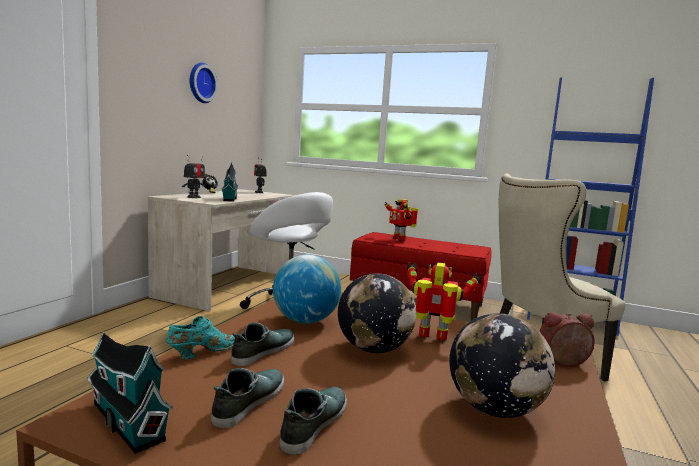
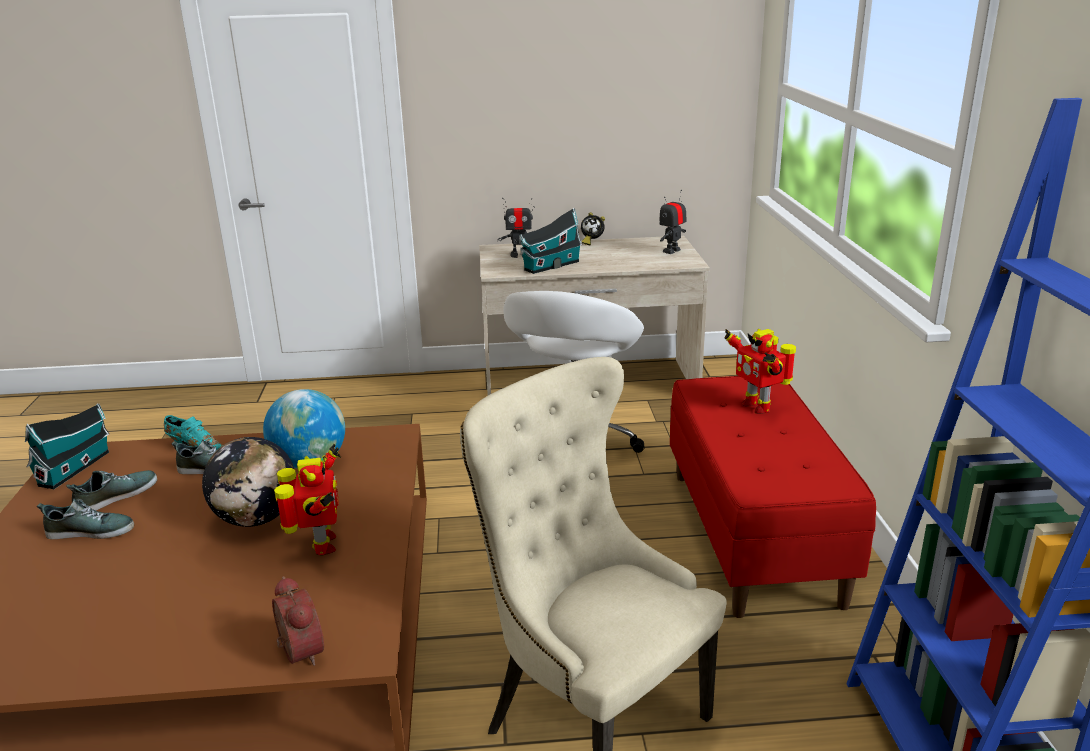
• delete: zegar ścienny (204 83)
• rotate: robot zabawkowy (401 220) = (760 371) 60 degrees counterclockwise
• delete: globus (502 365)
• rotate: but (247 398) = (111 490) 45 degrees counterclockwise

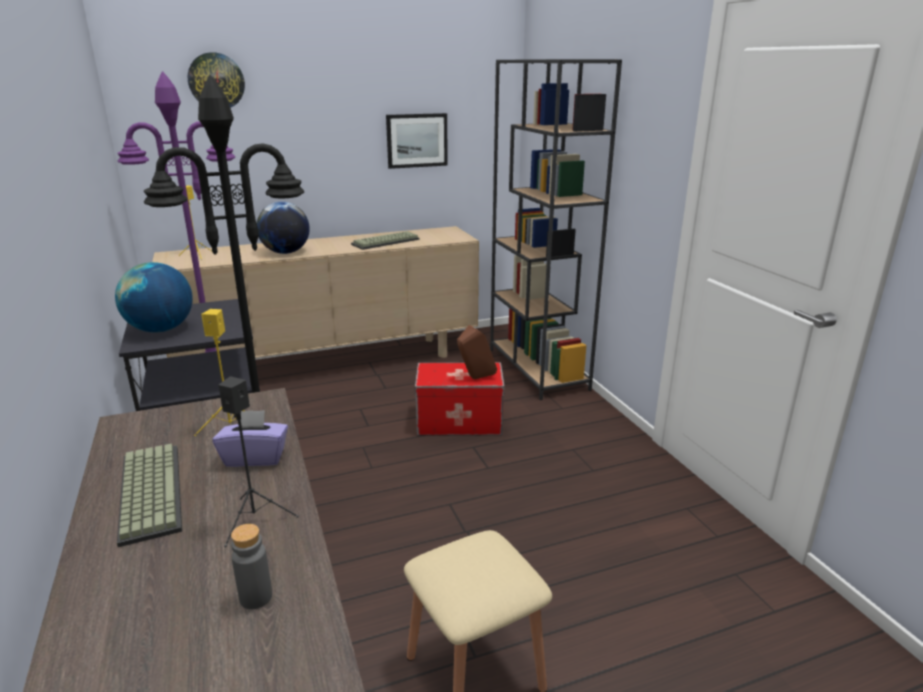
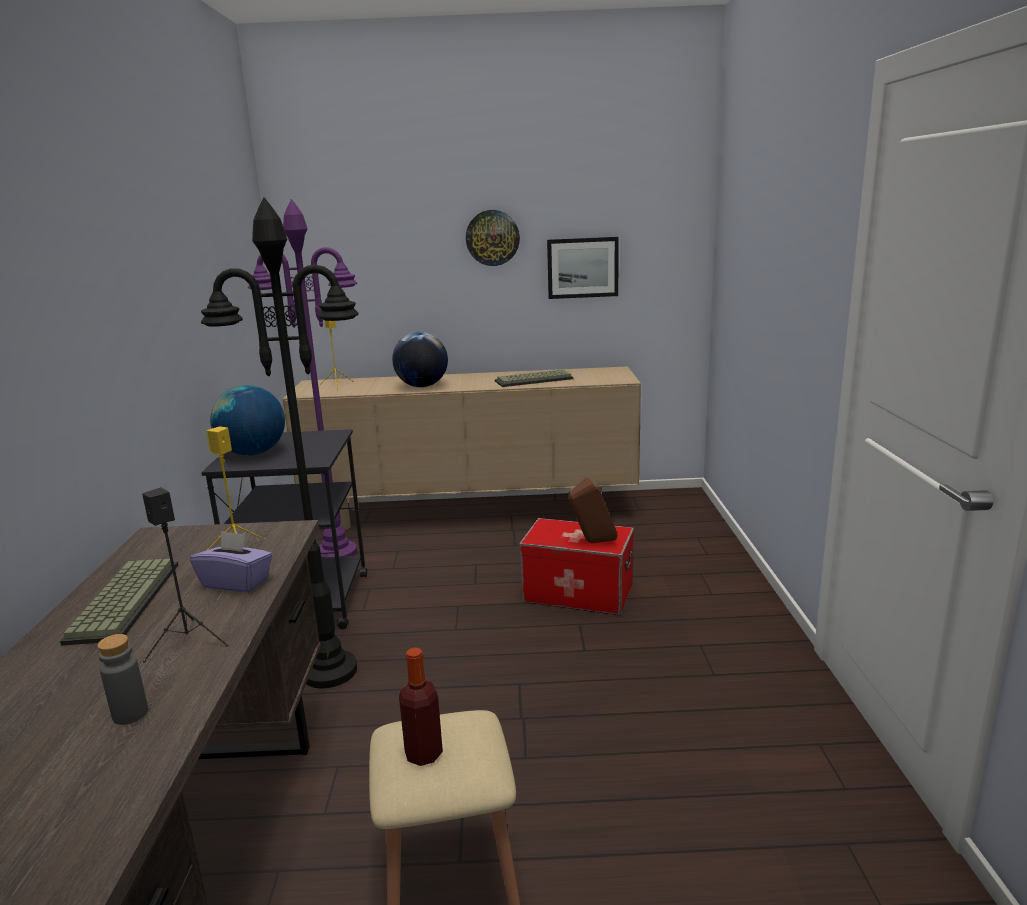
• move: zegar ścienny (216 80) to (493 238)
• delete: regał (556 229)
• insert: butelka (421 706)

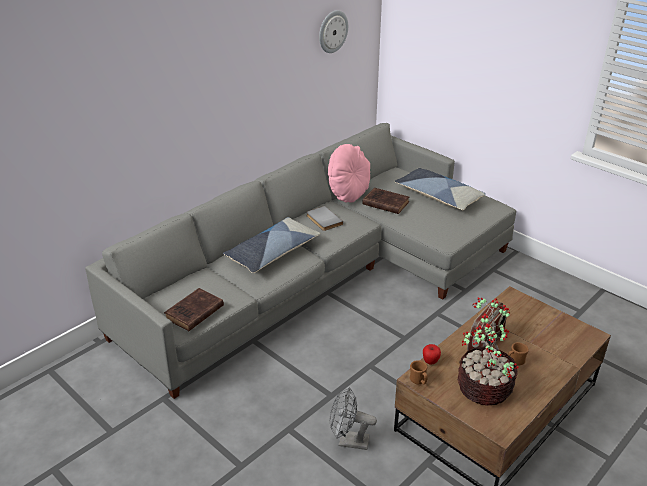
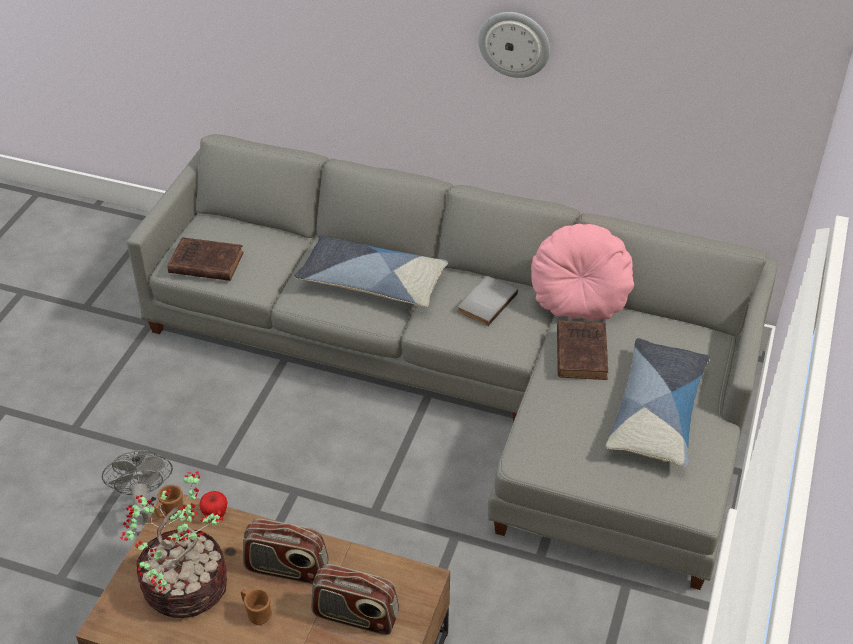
• move: zegar ścienny (333 31) to (514 45)
• insert: radio (355 599)

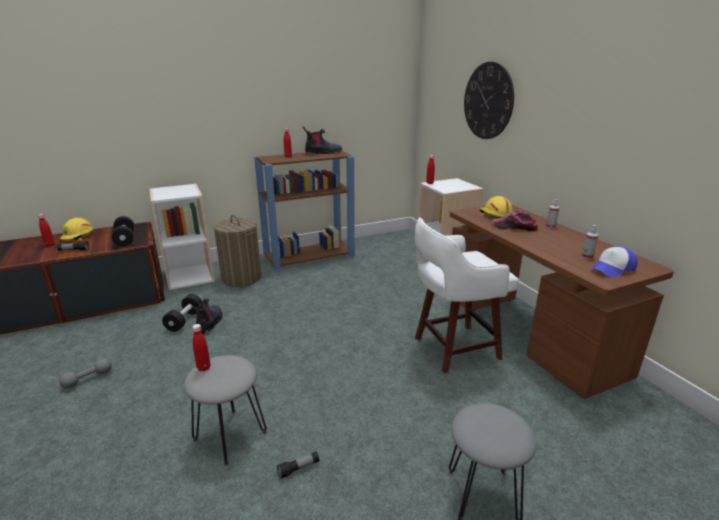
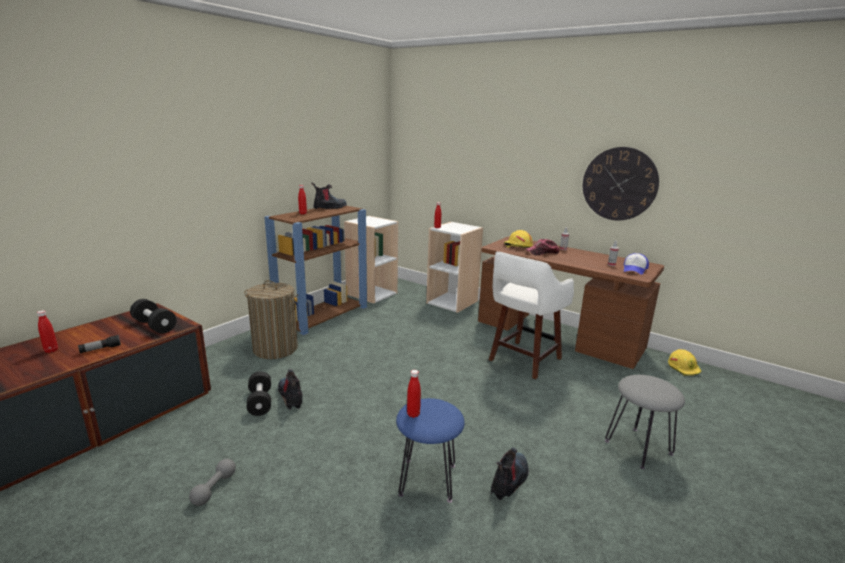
• move: zegar ścienny (489 100) to (621 184)
• move: regał (182 237) to (371 260)
• move: kask (żółty) (77 229) to (685 362)
• recolor: stołek (szary) (225 410) to stołek (niebieski) (430 450)
• replace: latarka (298 465) to but z cholewką (510 473)

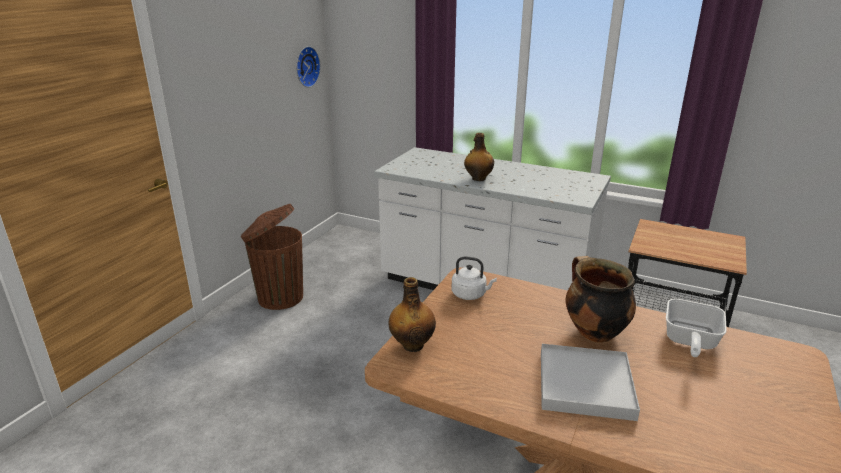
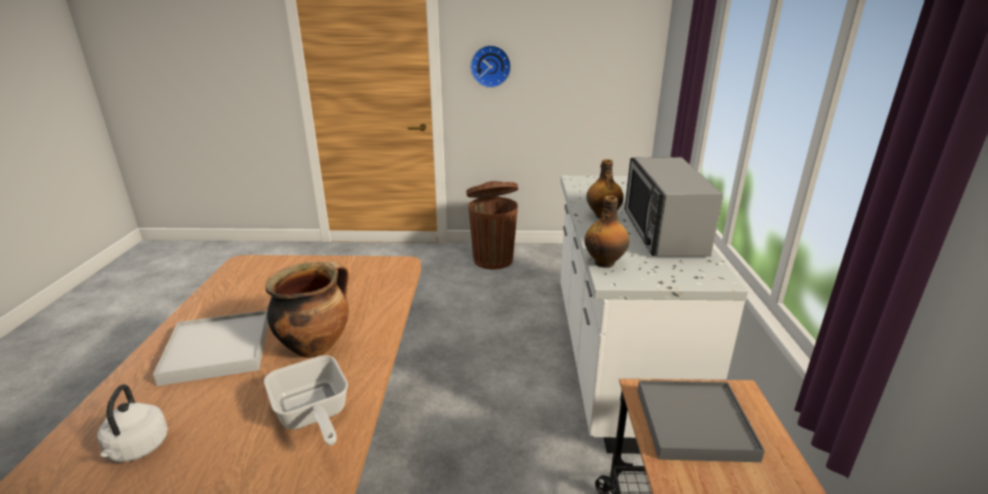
• move: zegar ścienny (308 67) to (490 66)
• move: czajnik (biały) (474 278) to (132 423)
• move: butelka (412 314) to (607 231)
• rotate: patelnia (696 328) = (306 400) 120 degrees counterclockwise
• insert: mikrofalówka (673 206)
• insert: taca (szary) (701 421)

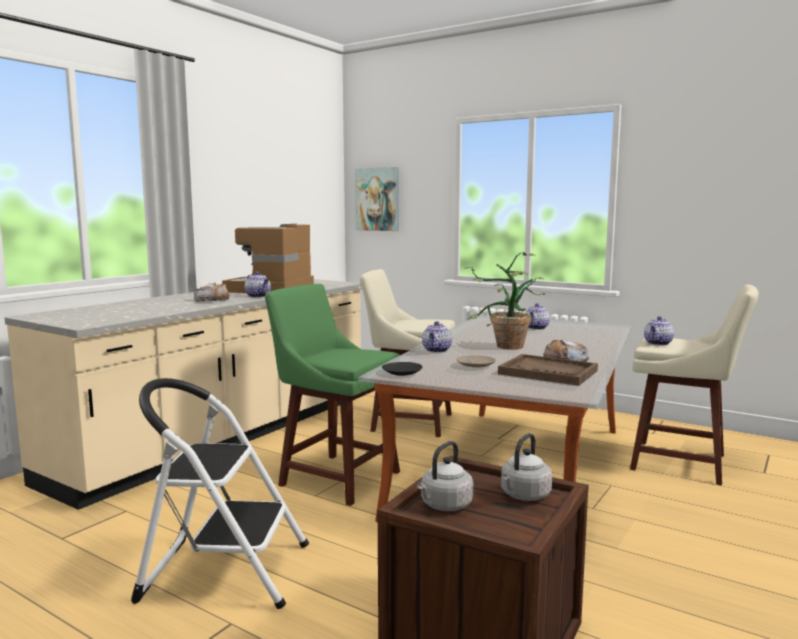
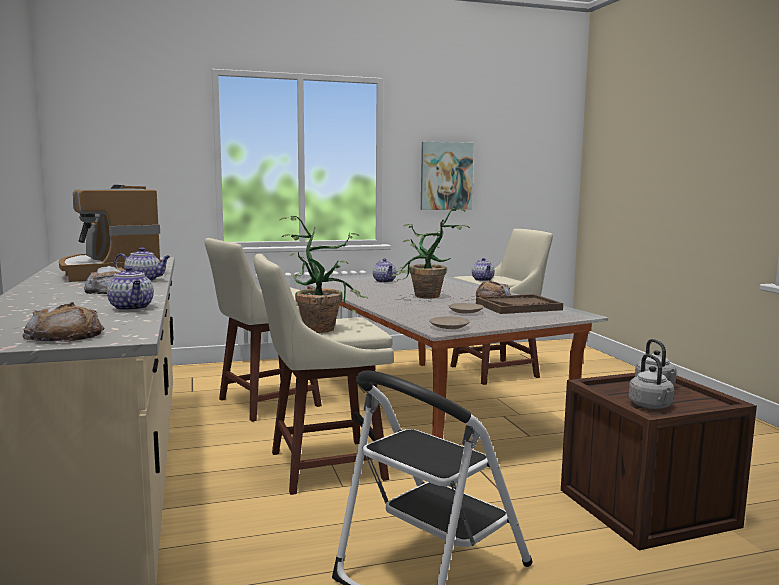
• move: obraz (377 199) to (447 176)
• recolor: stołek (zielony) (332 395) to stołek (beżowy) (324 374)
• move: imbryk (437 337) to (130 288)
• recolor: talerz (czarny) (402 369) to talerz (beżowy) (449 322)
• insert: roślina doniczkowa (323 274)
• insert: chleb (63 322)

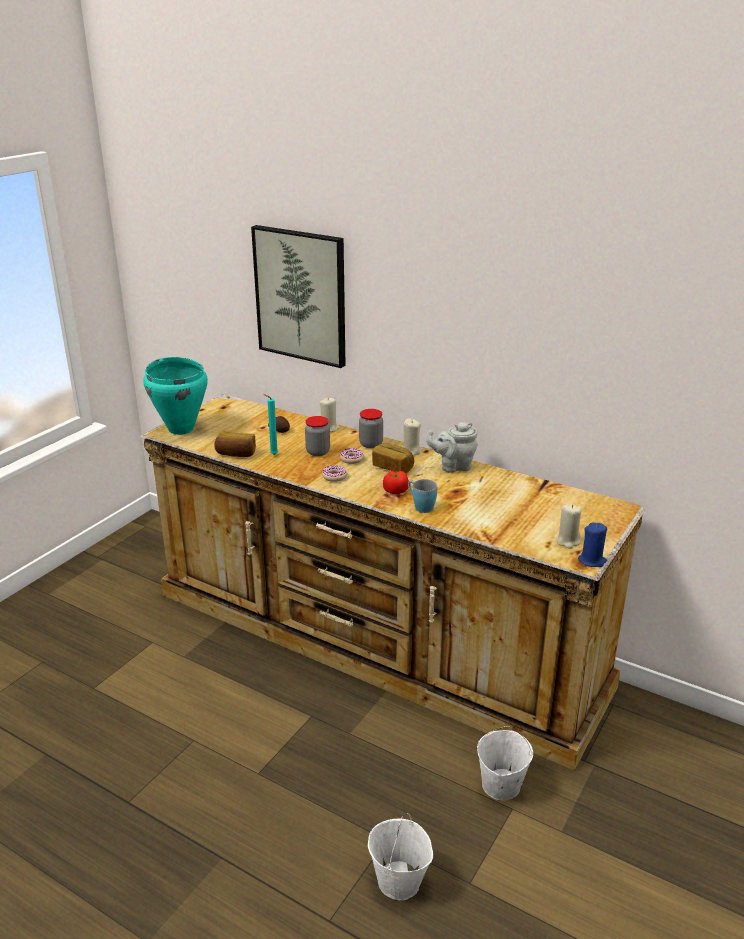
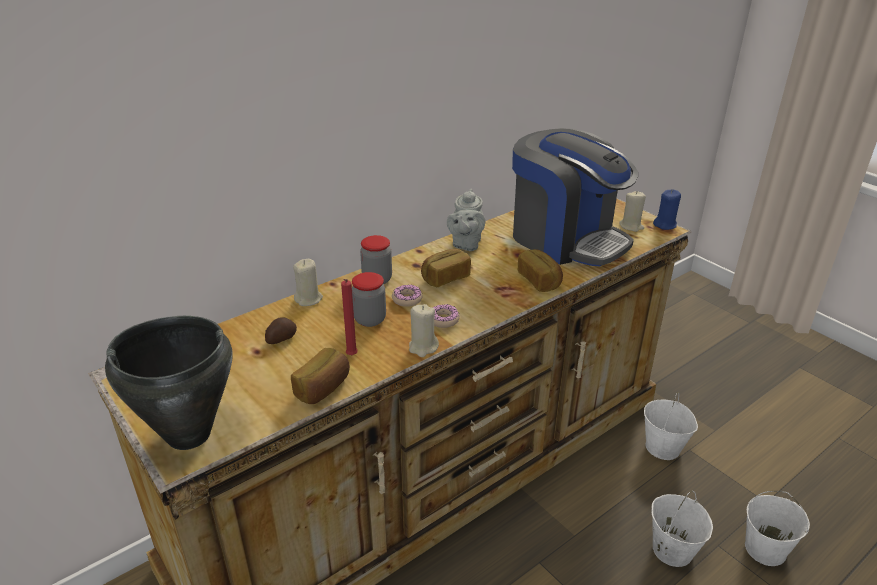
• delete: obraz (298 296)
• recolor: garnek (turkusowy) (175 396) to garnek (czarny) (169 383)
• recolor: świeca (turkusowy) (270 424) to świeca (czerwony) (349 317)
• move: świeca (beżowy) (412 437) to (424 330)
• delete: pomidor (396 482)
• replace: kubek (niebieski) (422 496) to chleb (540 270)
• insert: ekspres do kawy (575 197)
• insert: wiadro (biały) (682 529)

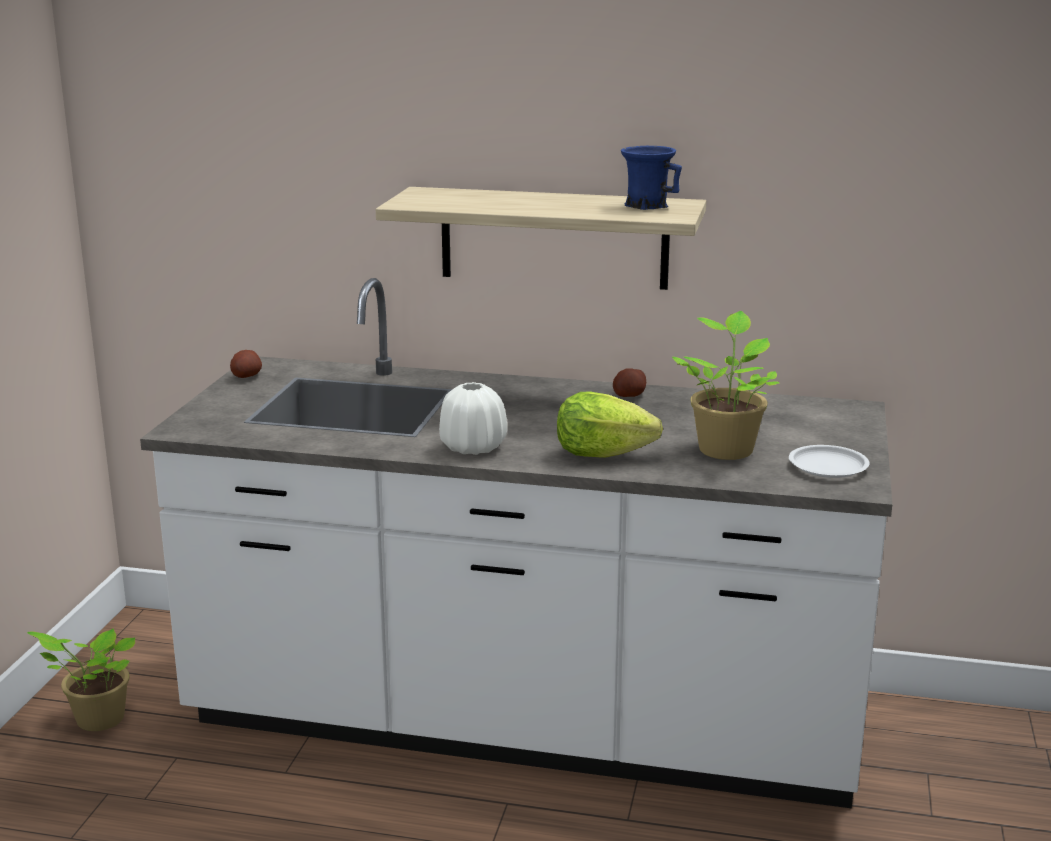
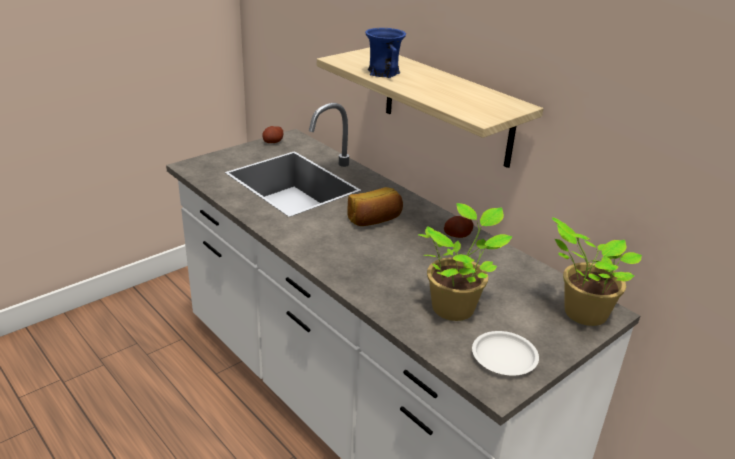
• move: kubek (niebieski) (651 178) to (385 53)
• delete: wazon (biały) (473 418)
• delete: sałata (610 424)
• move: roślina doniczkowa (81 680) to (597 272)
• insert: chleb (375 206)

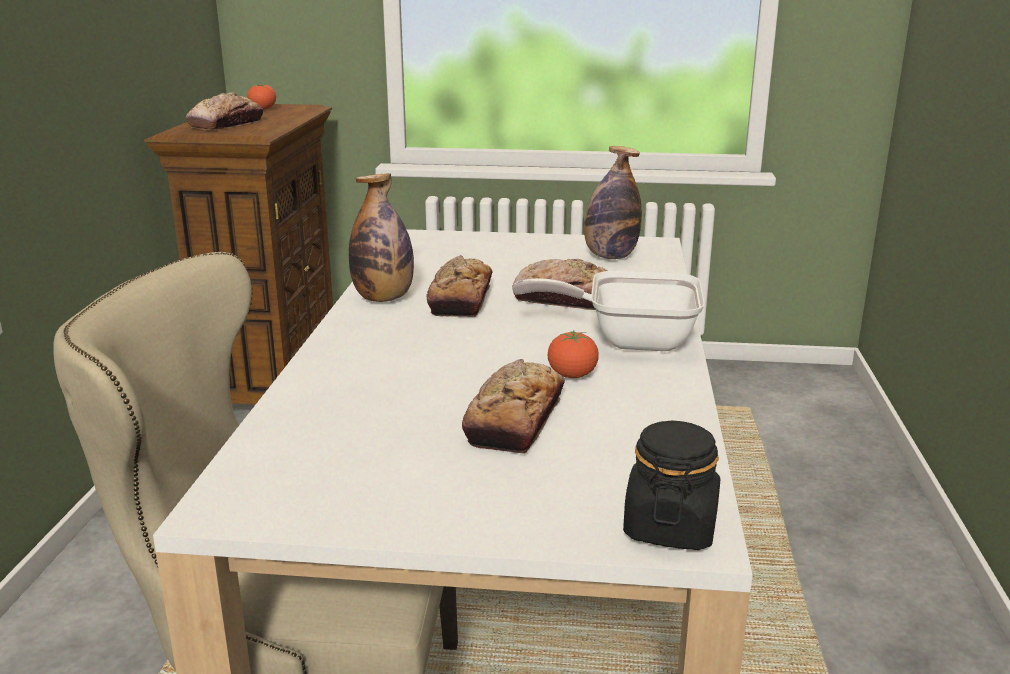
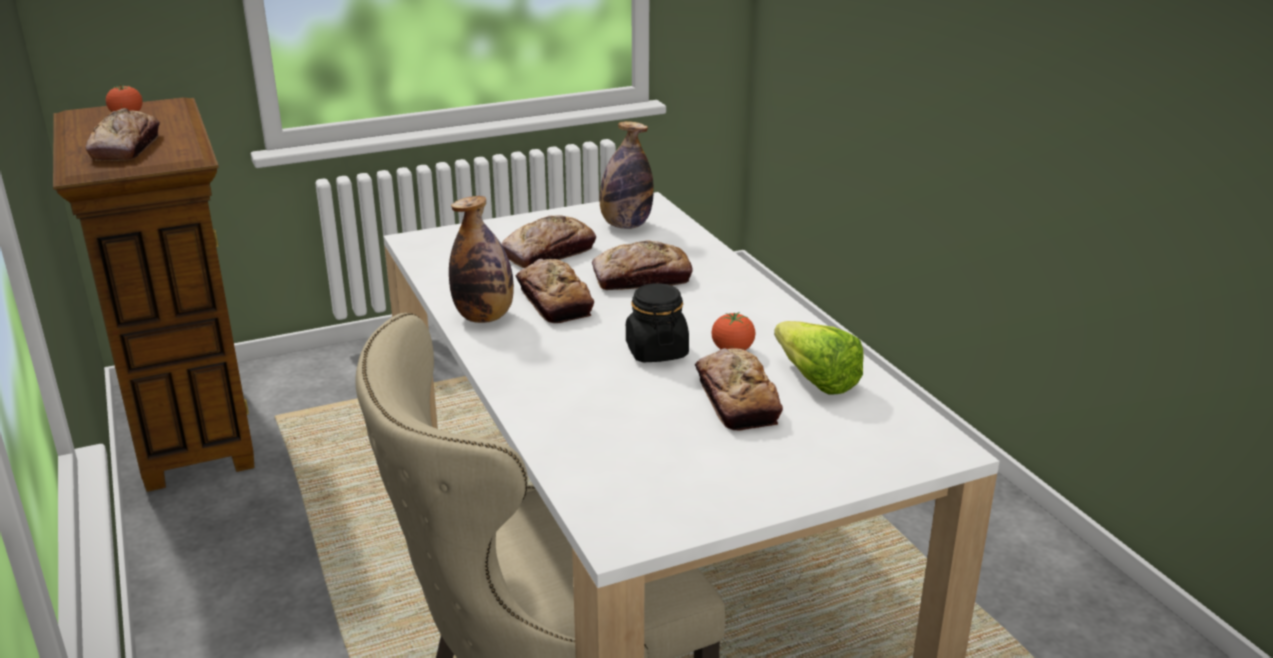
• delete: patelnia (608 311)
• move: słoik (czarny) (671 485) to (657 322)
• insert: chleb (548 241)
• insert: sałata (819 357)

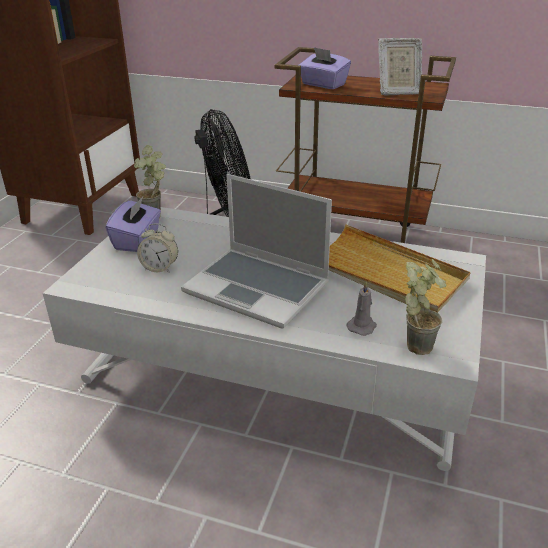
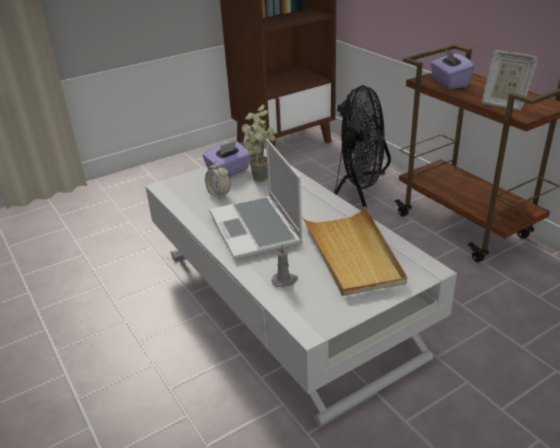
• move: roślina doniczkowa (426 307) to (258 153)

